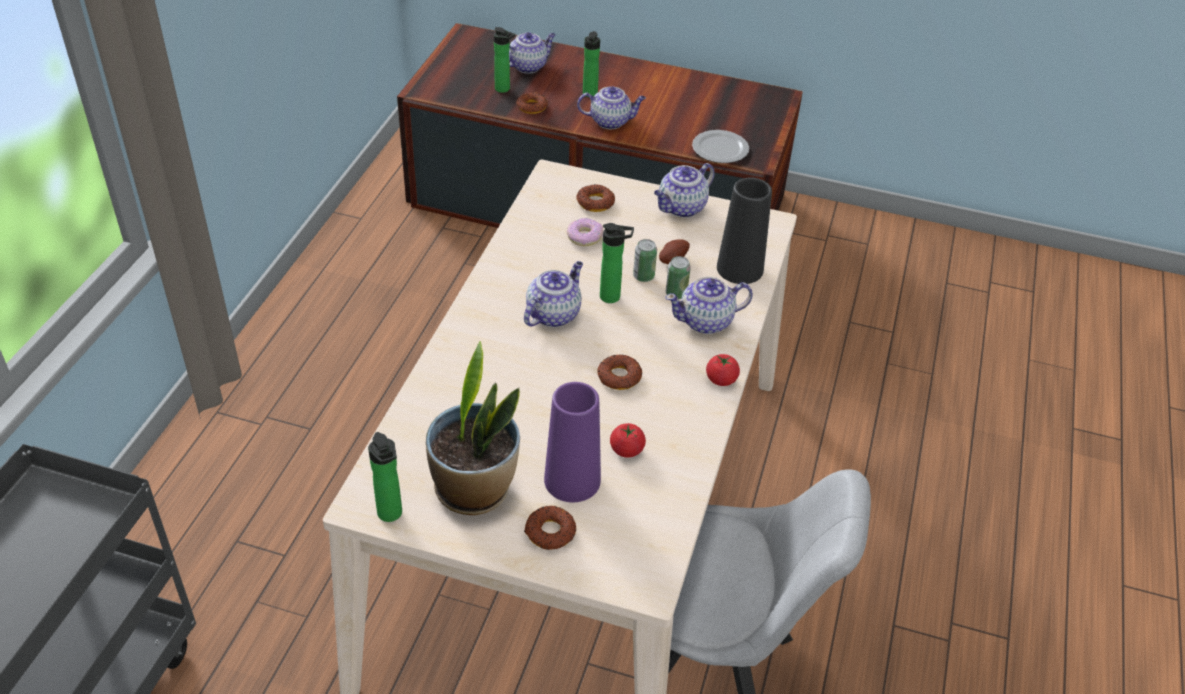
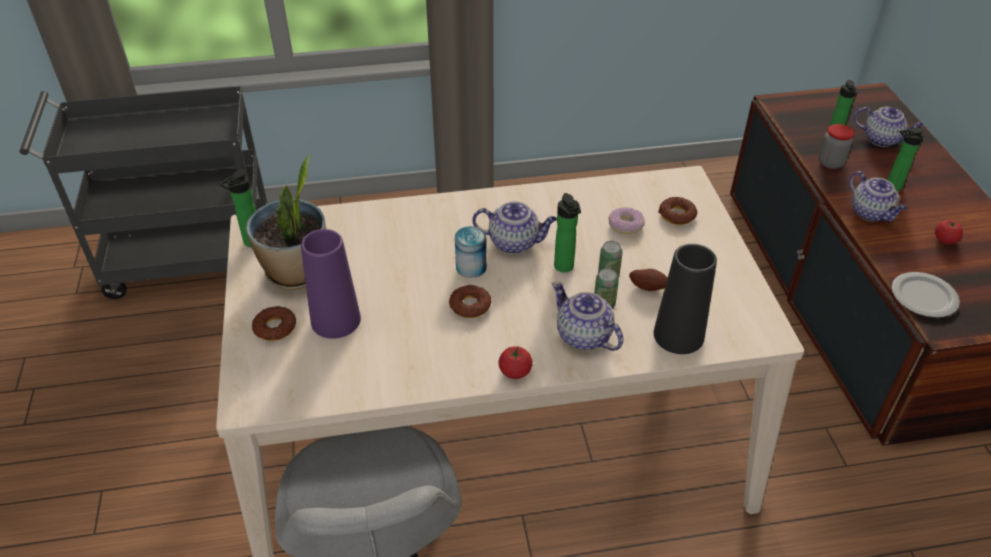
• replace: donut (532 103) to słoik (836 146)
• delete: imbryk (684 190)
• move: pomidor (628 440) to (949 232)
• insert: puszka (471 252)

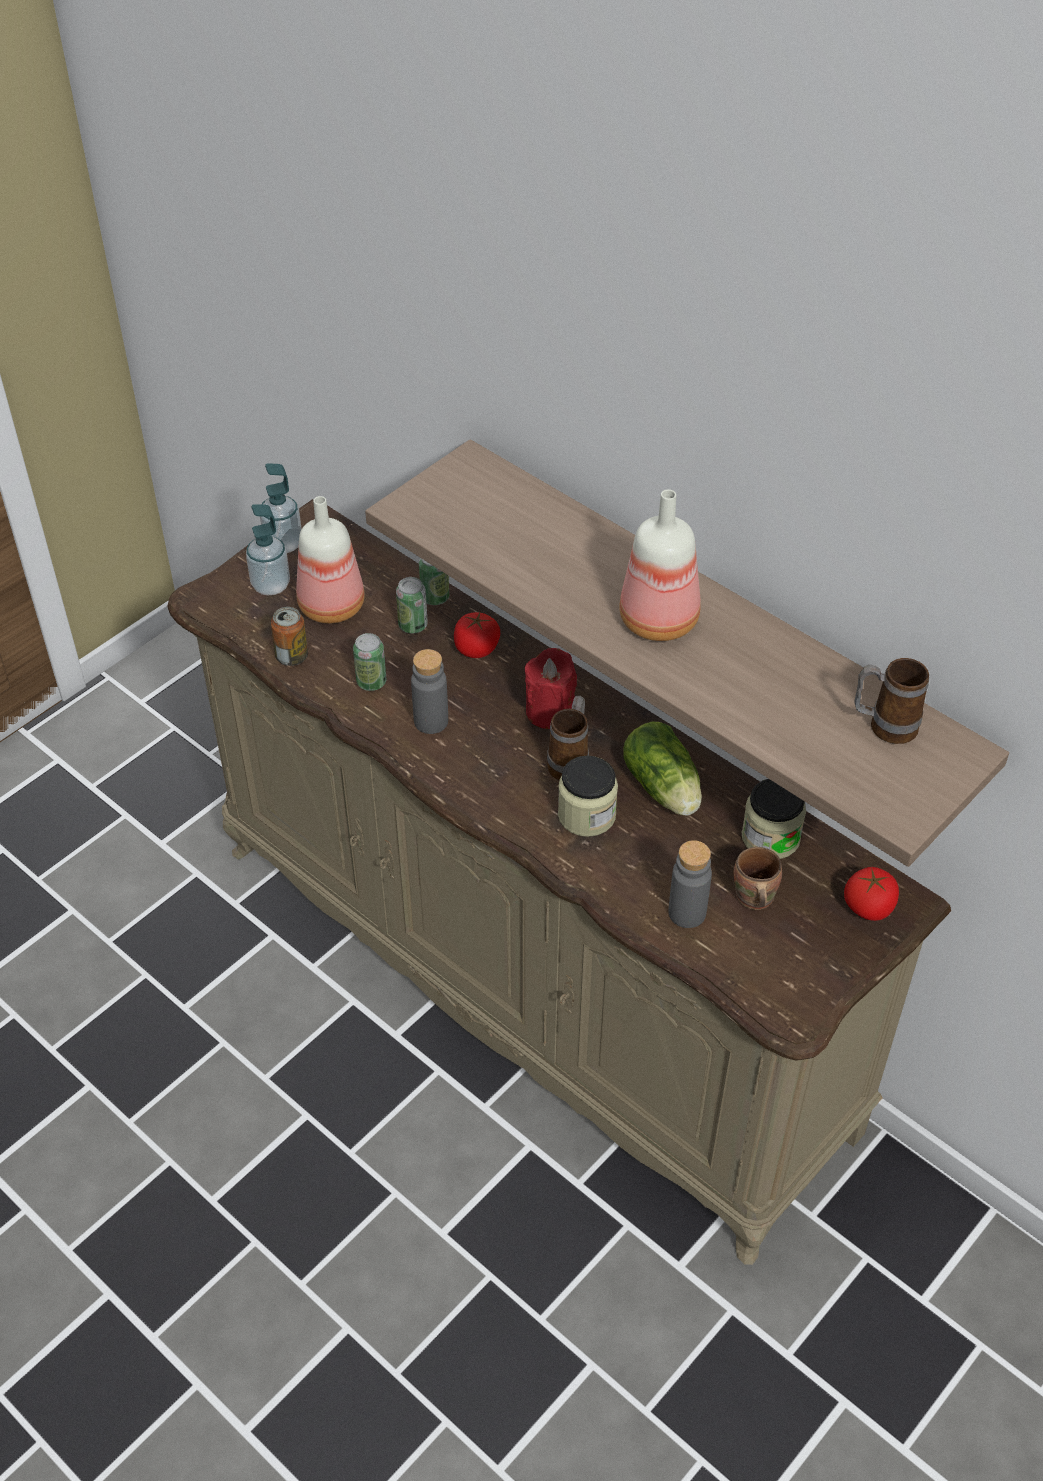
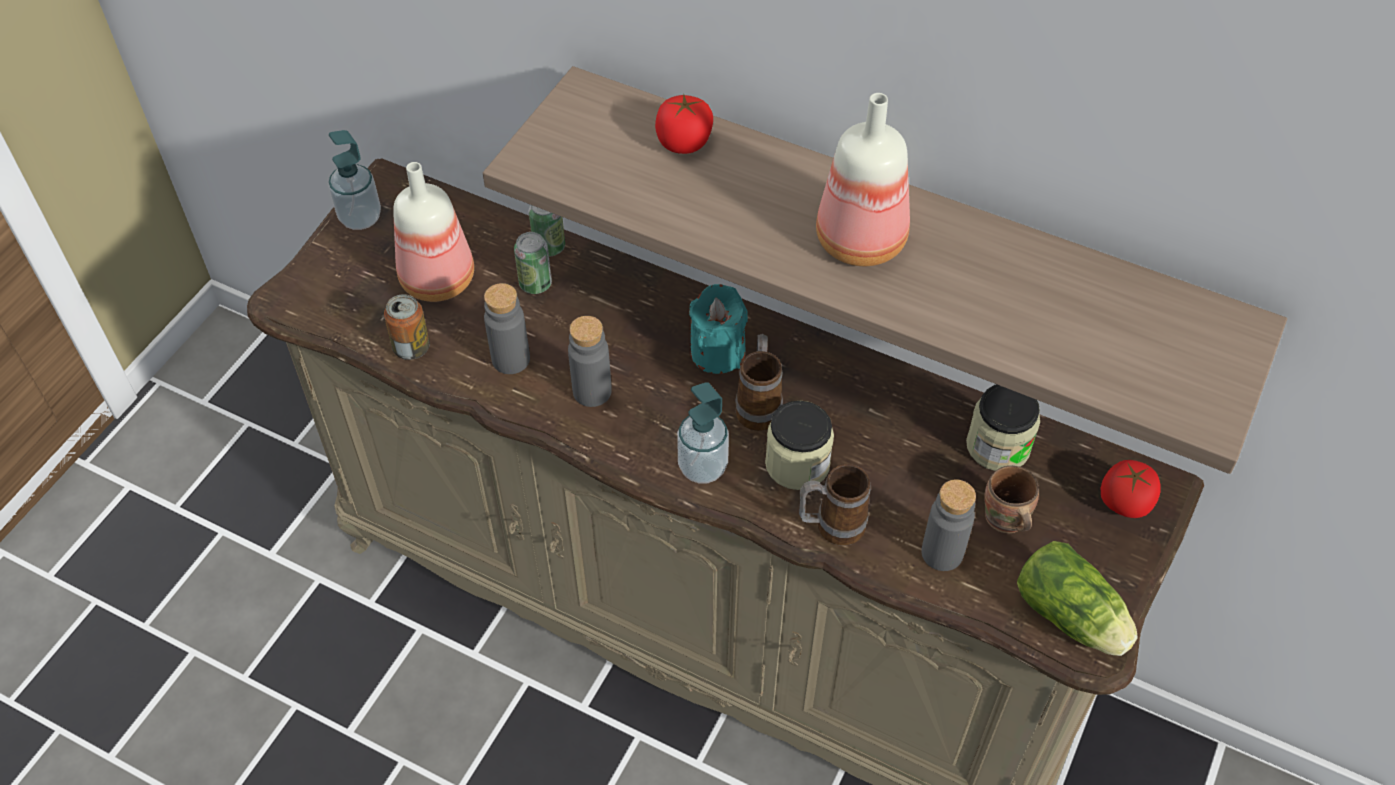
• move: dozownik mydła (268 550) to (703 433)
• move: pomidor (477 635) to (684 124)
• replace: puszka (369 662) to butelka (szary) (507 328)
• recolor: świeca (czerwony) (551 688) to świeca (turkusowy) (718 329)
• move: kubek (891 701) to (835 505)
• move: sałata (662 769) to (1077 598)

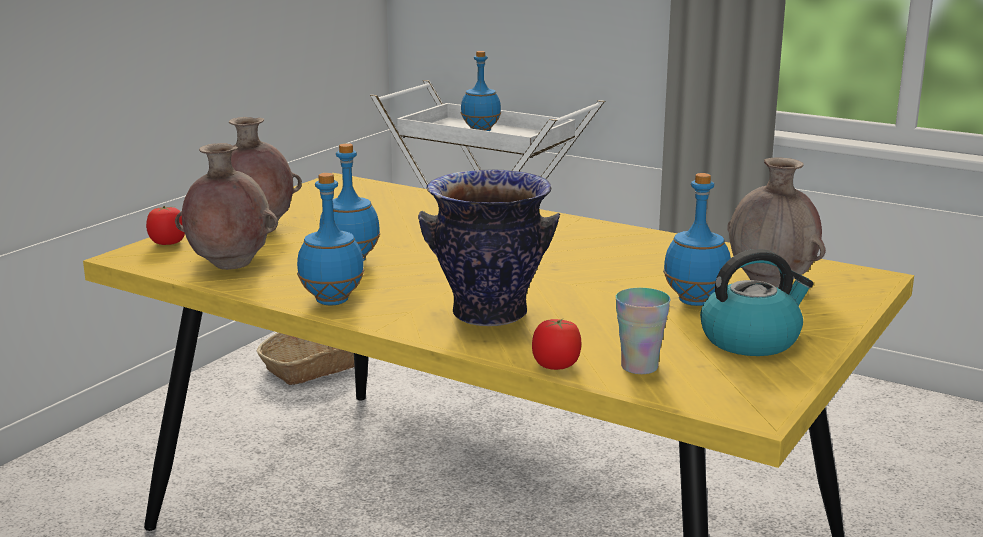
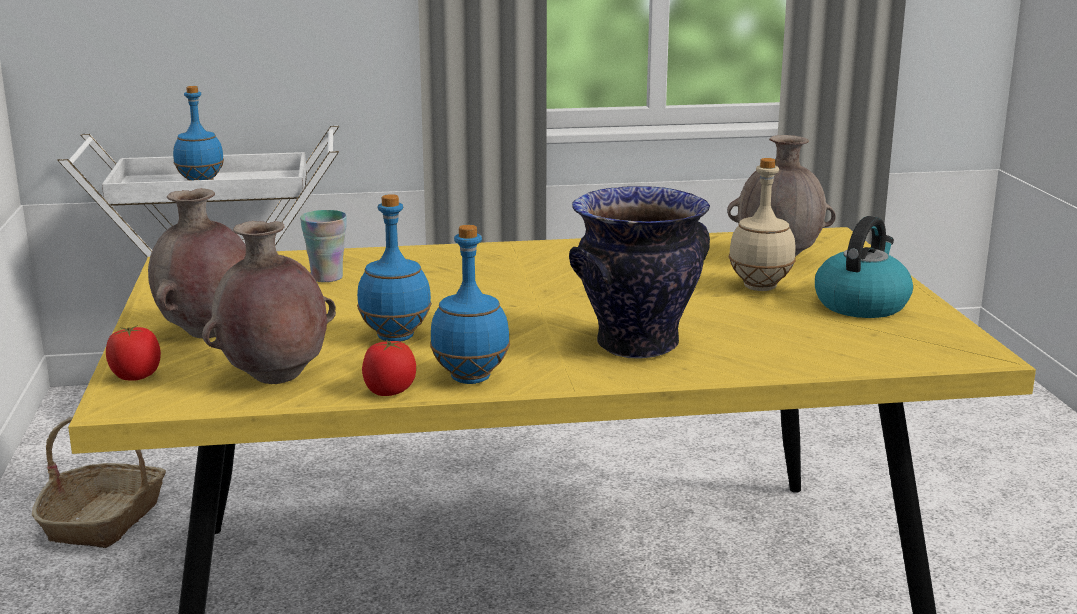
• recolor: butelka (niebieski) (697 239) to butelka (beżowy) (762 224)
• move: filiżanka (643 331) to (323 246)
• move: pomidor (556 344) to (389 368)

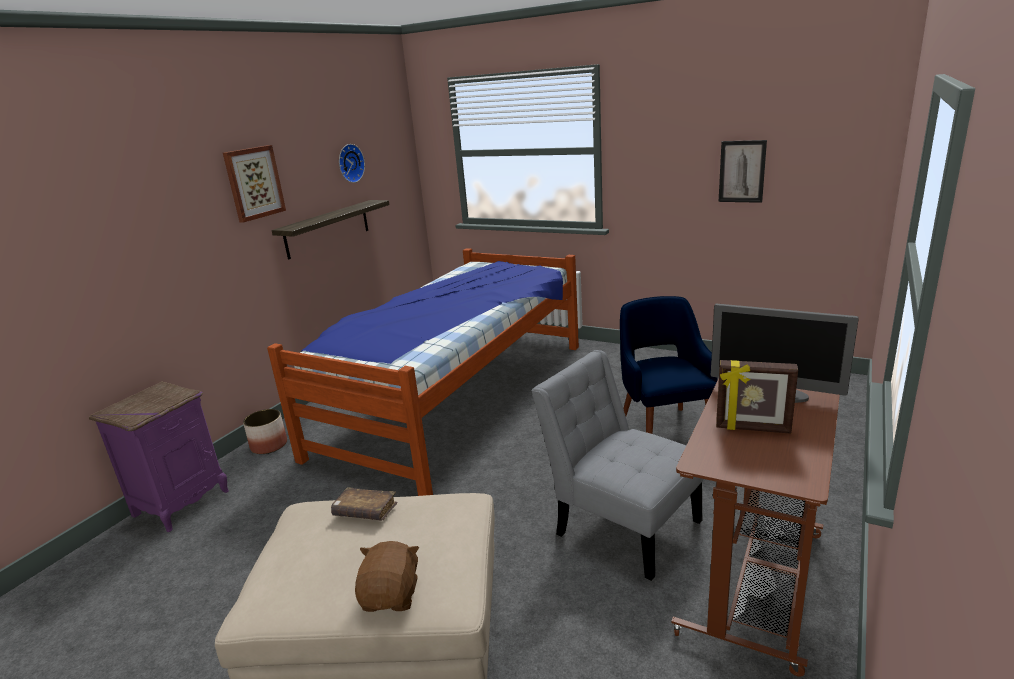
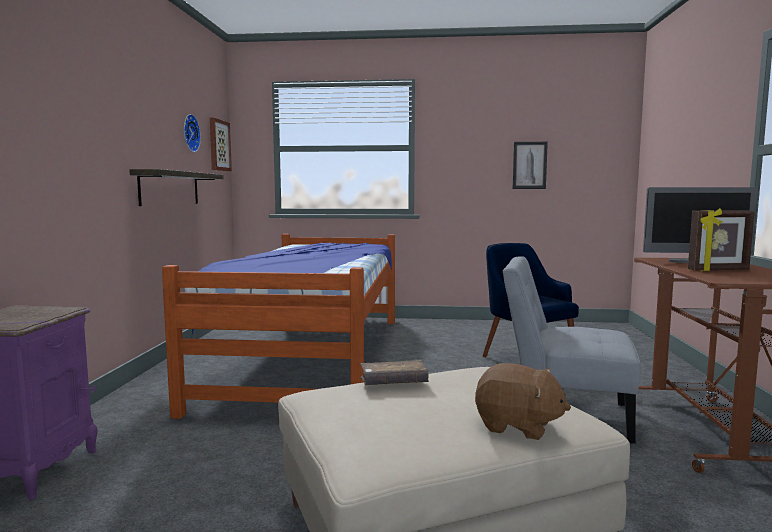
• move: obraz (254 184) to (221 144)
• delete: donica (265 431)
• rotate: pluszak (brązowy) (387 576) = (523 401) 135 degrees clockwise

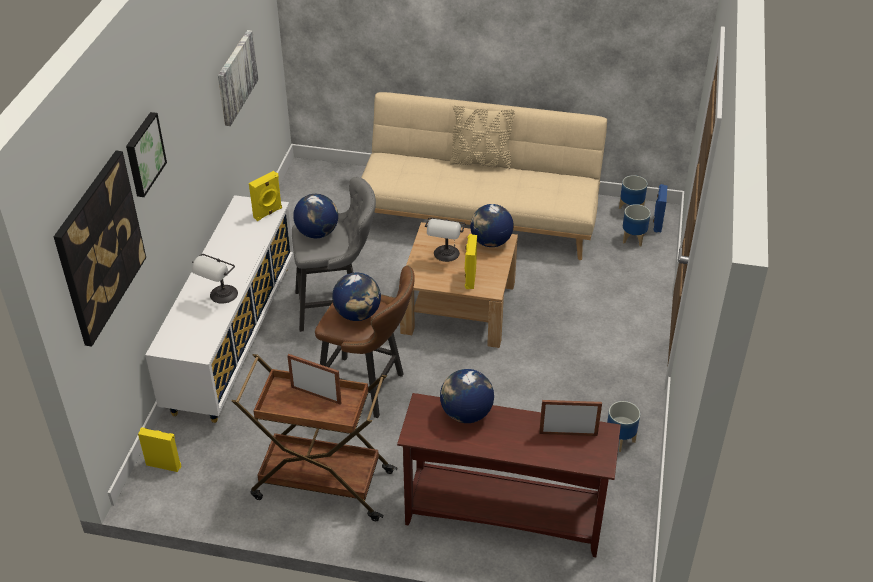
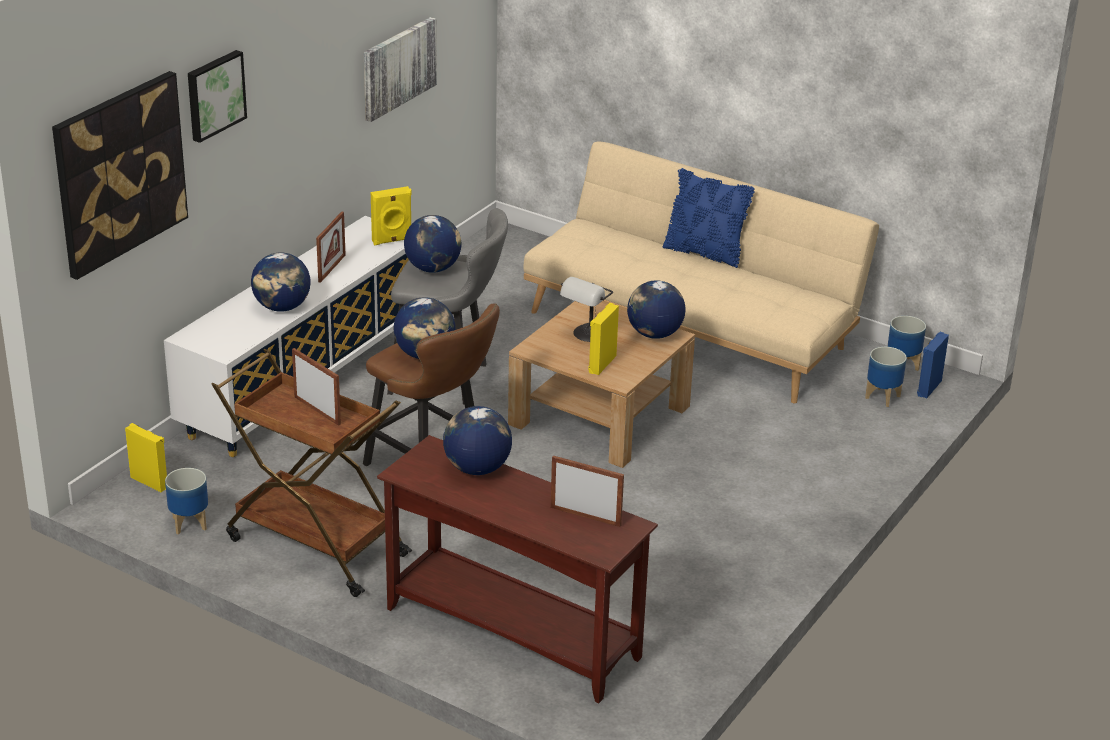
• recolor: poduszka (beżowy) (482 137) to poduszka (niebieski) (709 218)
• replace: lampa stołowa (215 278) to globus (281 282)
• move: donica (623 426) to (186 501)
• insert: ramka na zdjęcie (331 247)

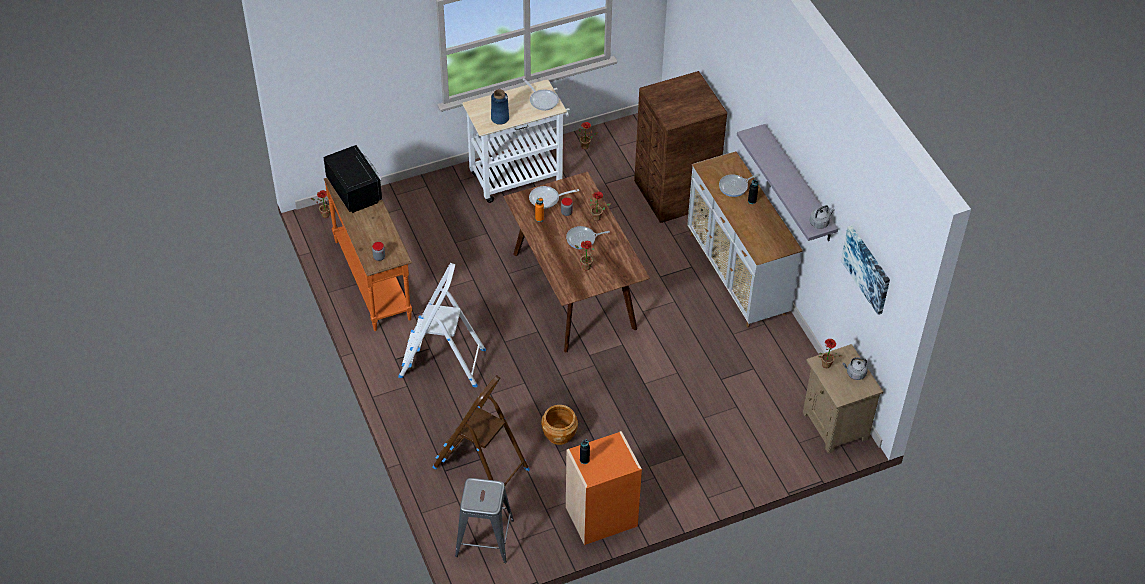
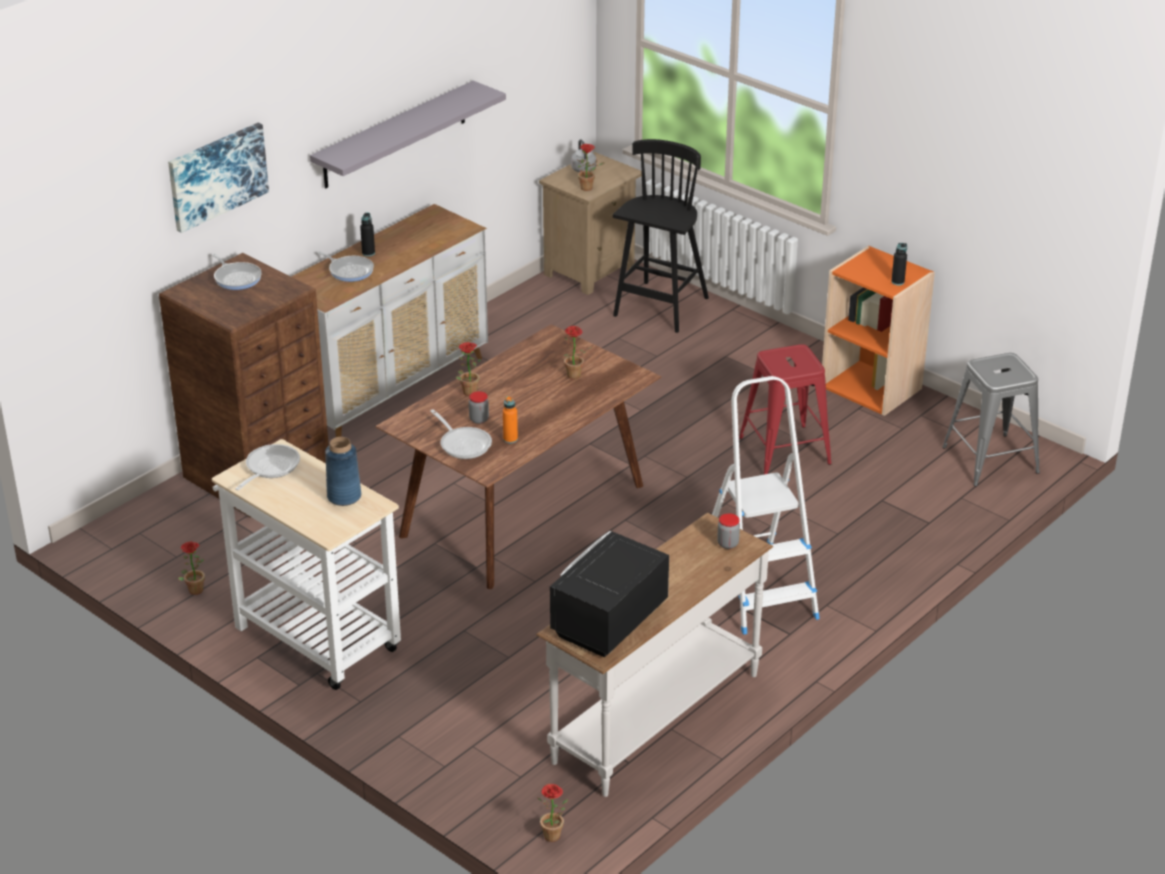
• recolor: stolik konsolowy (pomarańczowy) (368 254) to stolik konsolowy (biały) (654 654)
• delete: czajnik (szary) (822 217)
• move: obraz (865 270) to (218 178)
• move: patelnia (588 237) to (237 271)
• delete: drabinka (brązowy) (481 430)
• replace: donica (brązowy) (559 425) to stołek (czerwony) (785 409)
• insert: stołek (czarny) (661 236)

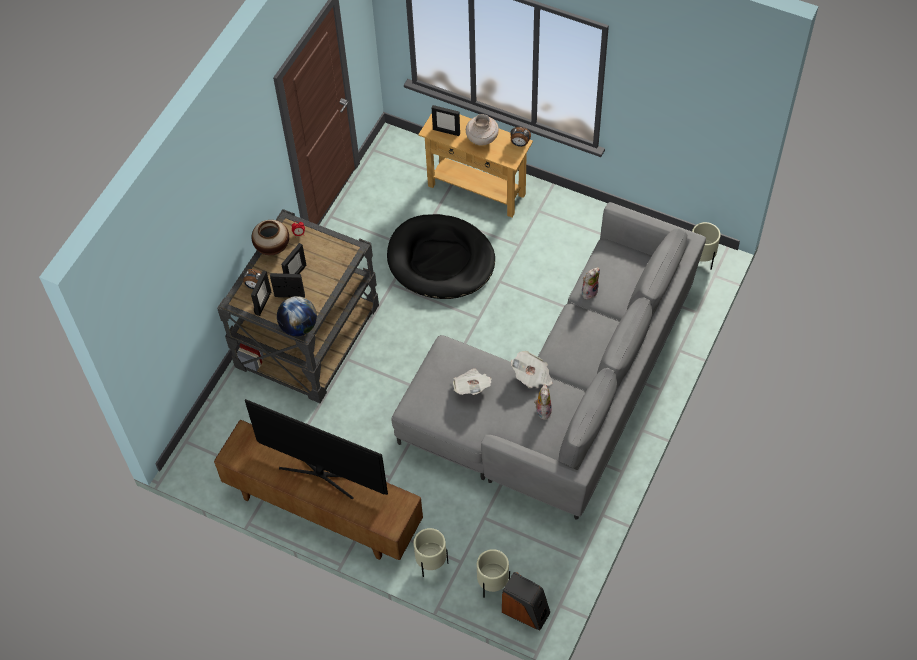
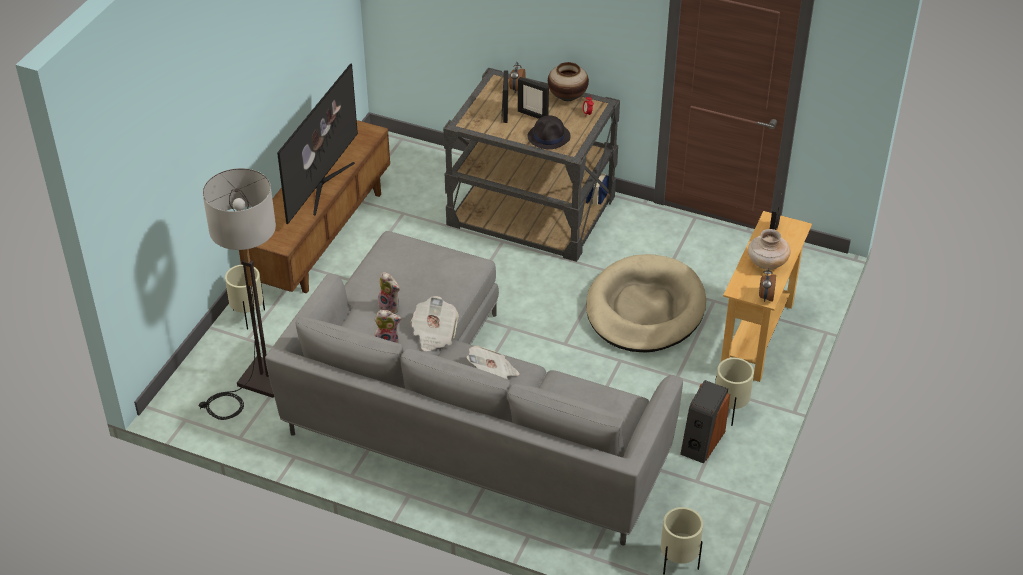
• recolor: legowisko (czarny) (441 256) to legowisko (beżowy) (646 303)
• move: pluszak (591 283) to (389 293)
• delete: ramka na zdjęcie (261 293)
• delete: globus (297 316)
• move: gazeta (472 381) to (493 362)
• move: donica (beżowy) (493 573) to (734 392)
• move: głośnik (526 601) to (705 422)
• insert: kapelusz (czarny) (549 132)
• insert: lampa stojąca (237 294)

